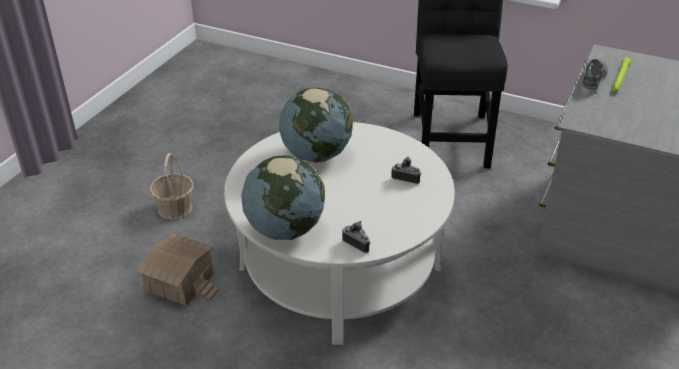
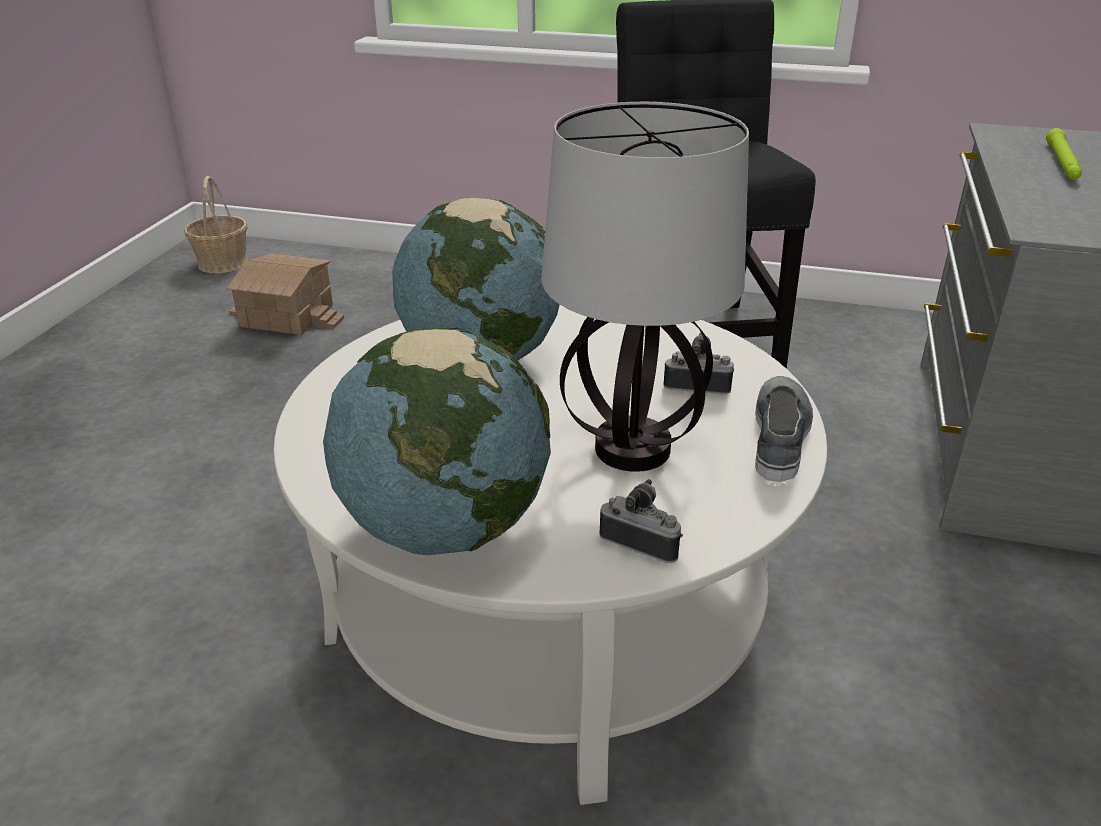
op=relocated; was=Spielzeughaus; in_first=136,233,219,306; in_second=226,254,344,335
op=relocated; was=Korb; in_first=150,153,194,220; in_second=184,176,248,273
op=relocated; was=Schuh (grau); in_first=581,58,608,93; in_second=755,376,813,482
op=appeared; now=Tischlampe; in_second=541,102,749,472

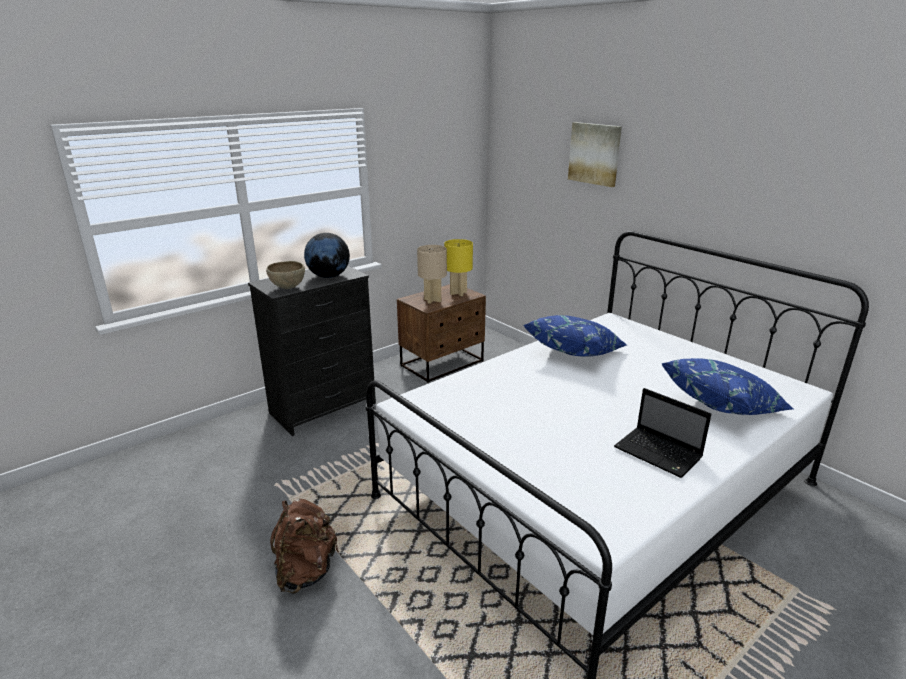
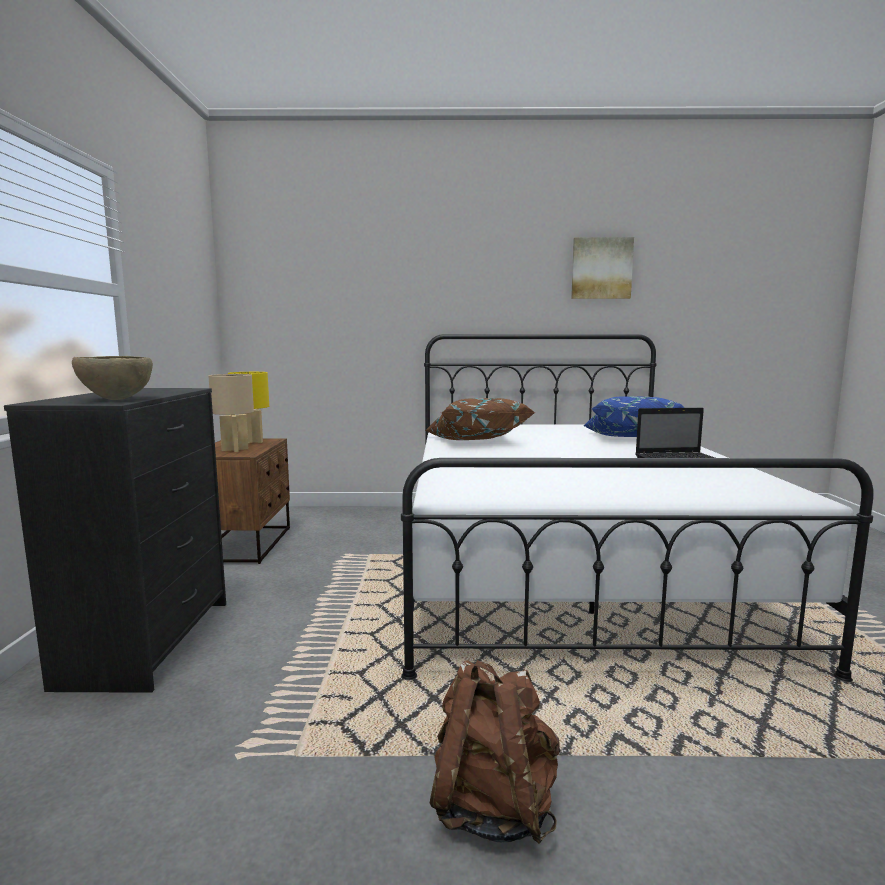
op=missing; was=Globus; in_first=304,233,350,278
op=colour; was=Kissen (blau); now=Kissen (braun); in_first=524,315,627,357; in_second=425,398,536,440
op=relocated; was=Bild; in_first=568,122,622,187; in_second=571,237,634,299

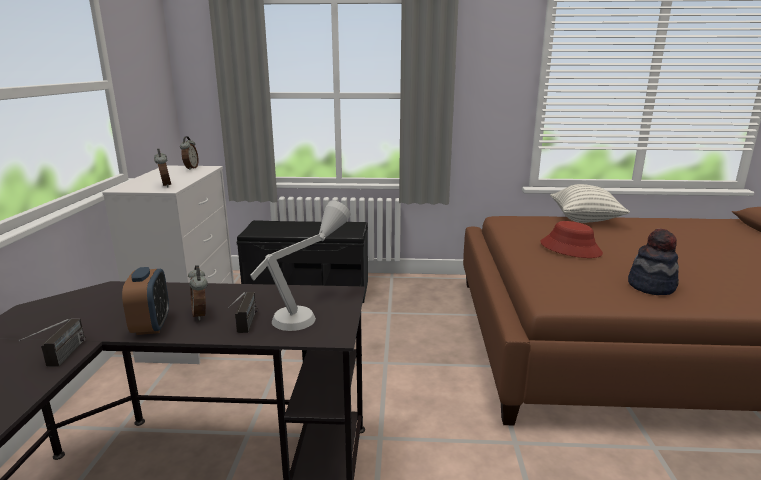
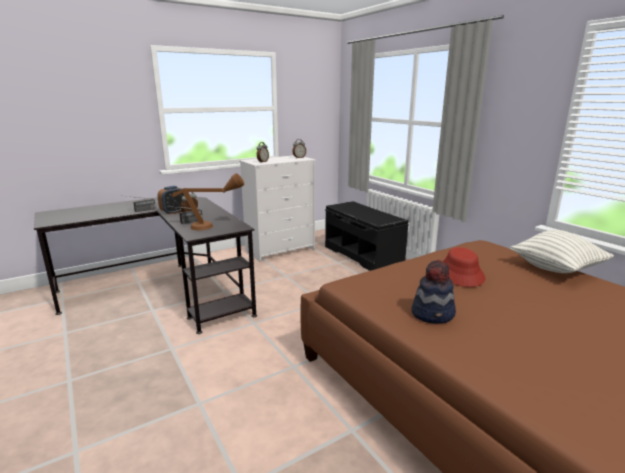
op=colour; was=Tischlampe (grau); now=Tischlampe (braun); in_first=250,200,351,331; in_second=172,173,244,230

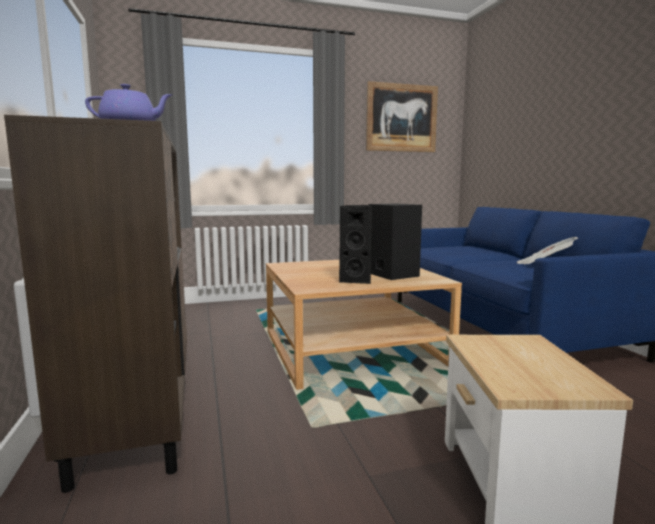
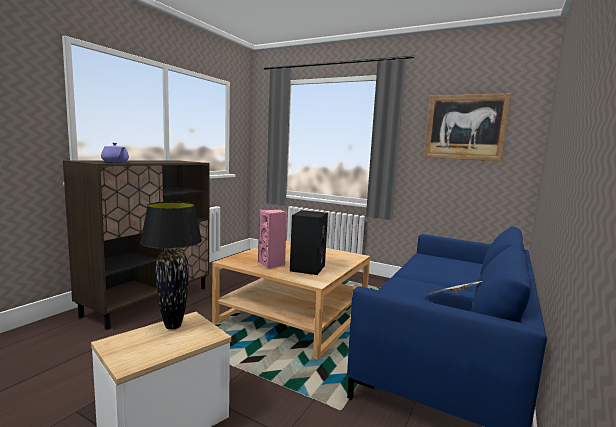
op=colour; was=Lautsprecher (schwarz); now=Lautsprecher (rosa); in_first=339,205,372,284; in_second=258,209,287,269
op=appeared; now=Tischlampe (schwarz); in_second=140,202,202,330

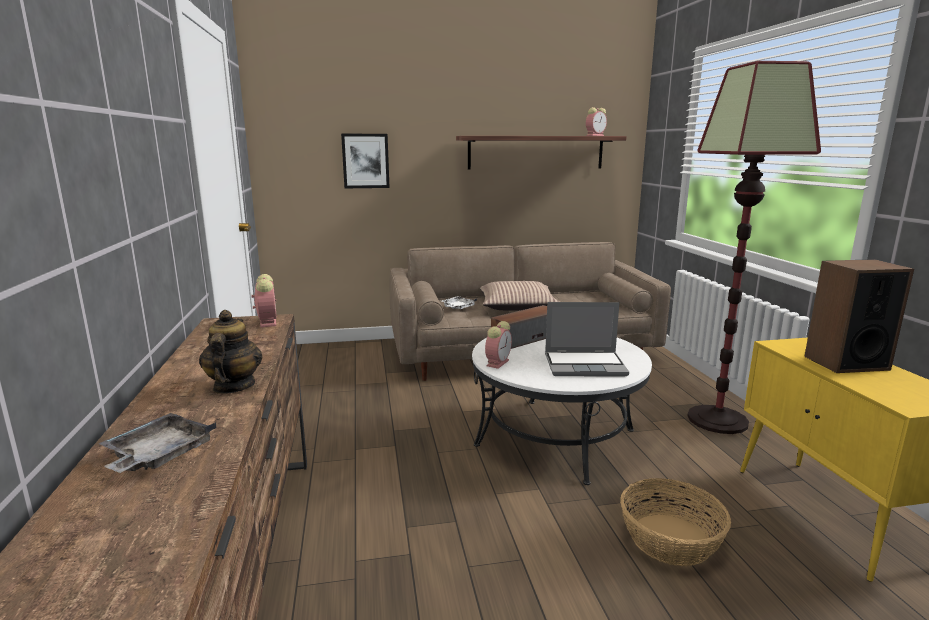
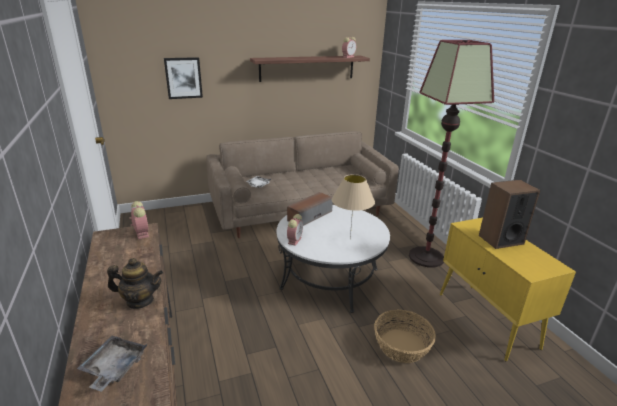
op=spun; was=Teekanne; in_first=199,310,263,394; in_second=107,258,163,309; clockwise=105
op=missing; was=Kissen; in_first=480,281,559,310
op=exchanged; was=Laptop; now=Tischlampe (beige); in_first=545,302,629,376; in_second=332,174,375,239

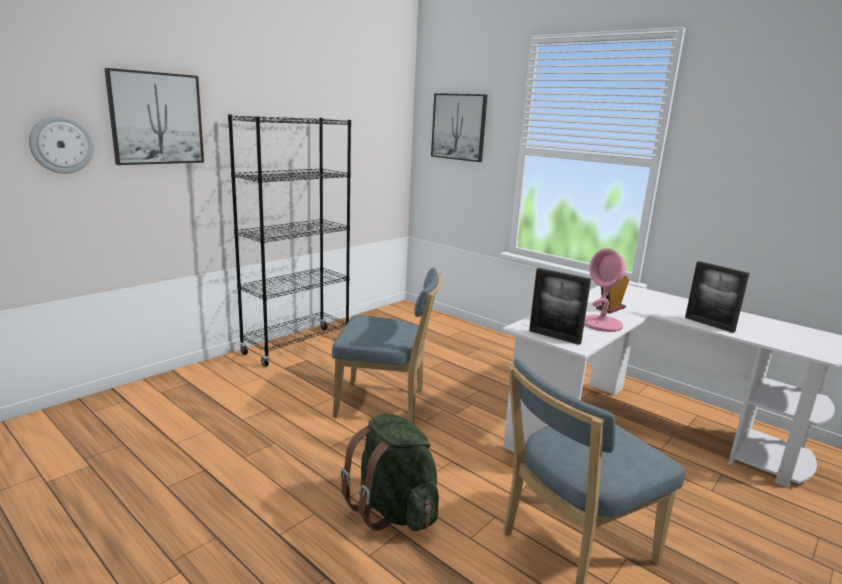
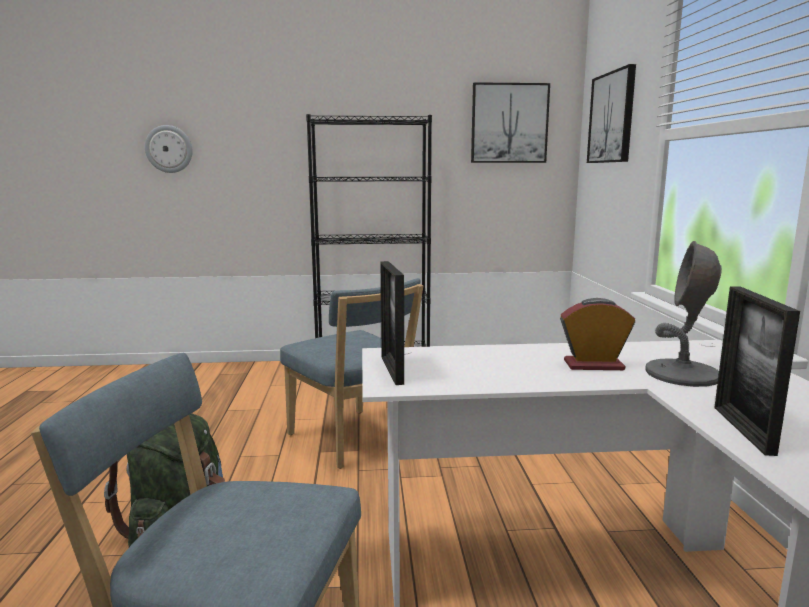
op=relocated; was=Bild; in_first=104,68,204,165; in_second=471,82,550,163
op=missing; was=Tischlampe (rosa); in_first=584,248,626,332
op=appeared; now=Tischlampe (grau); in_second=646,241,722,387

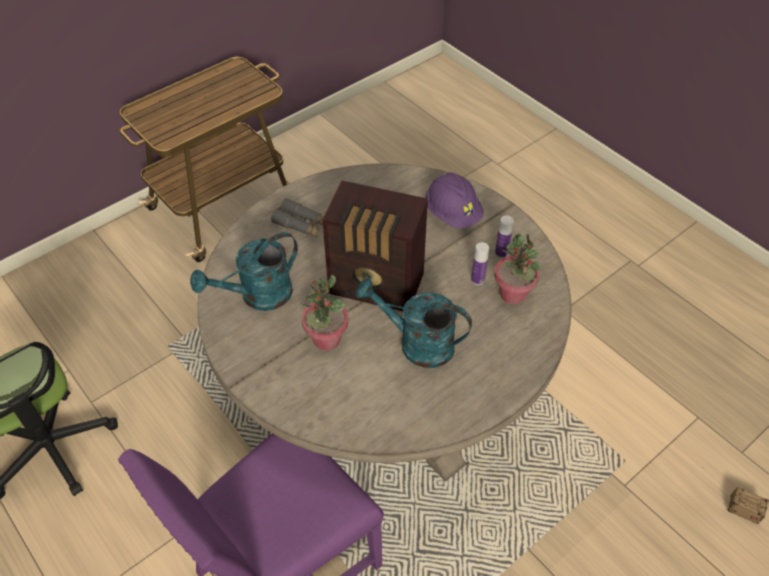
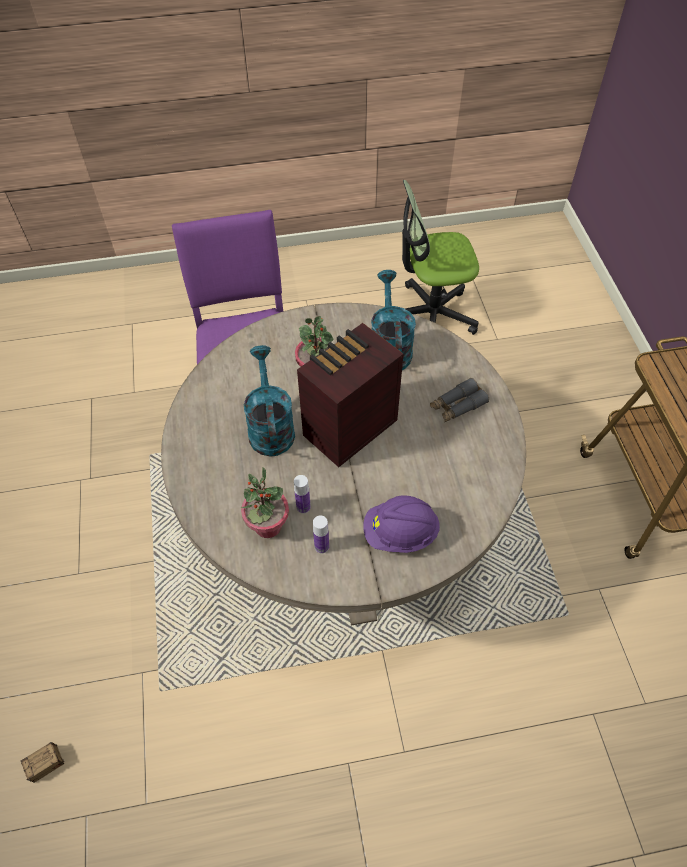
op=spun; was=Gießkanne (türkis); in_first=355,278,472,368; in_second=244,345,295,456; clockwise=-60

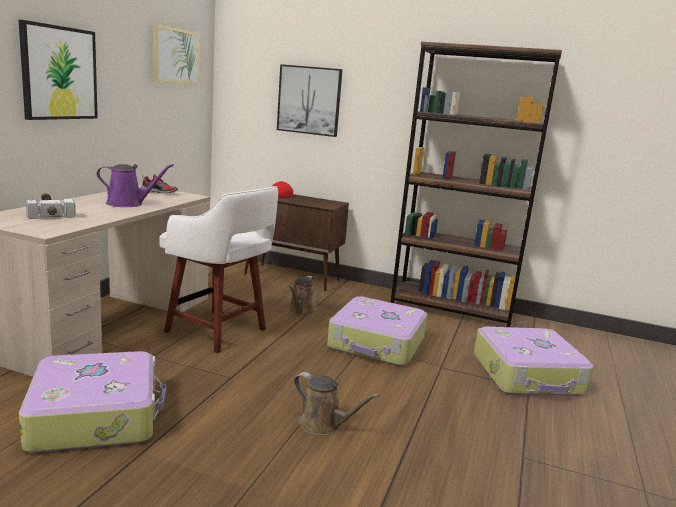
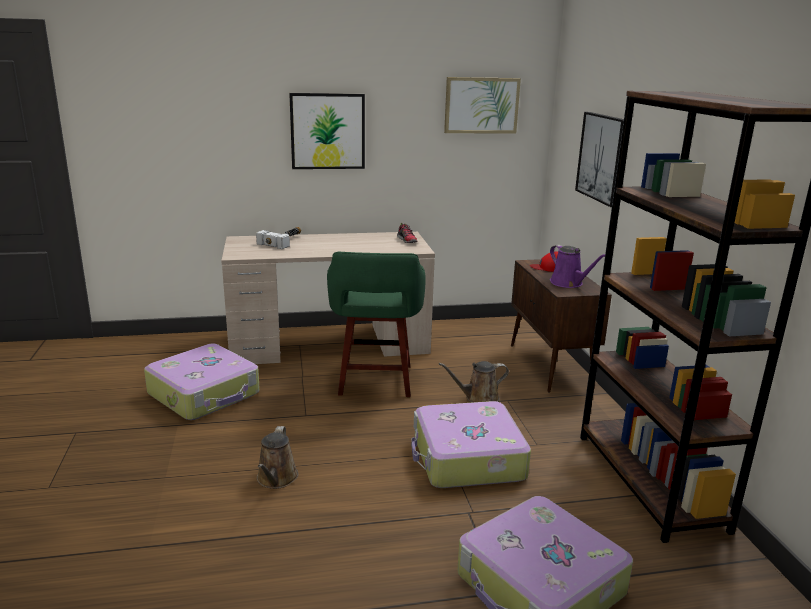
op=relocated; was=Gießkanne (lila); in_first=96,164,174,207; in_second=550,245,605,288
op=colour; was=Hocker (weiß); now=Hocker (grün); in_first=159,186,278,353; in_second=327,252,426,397

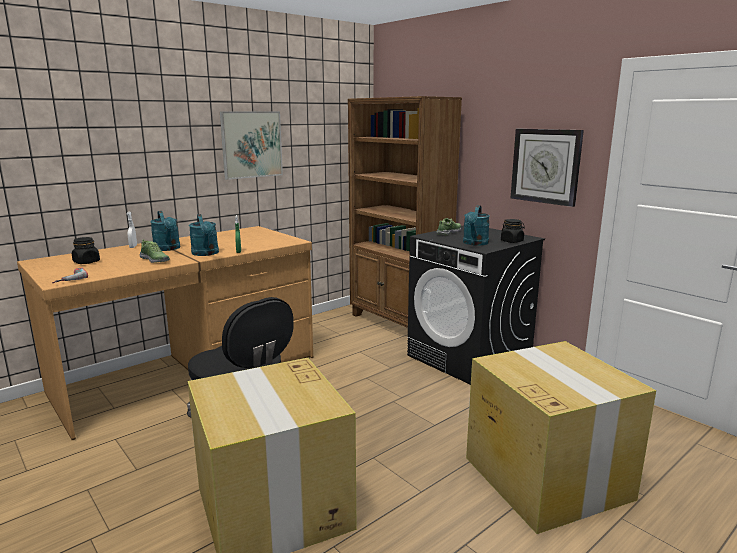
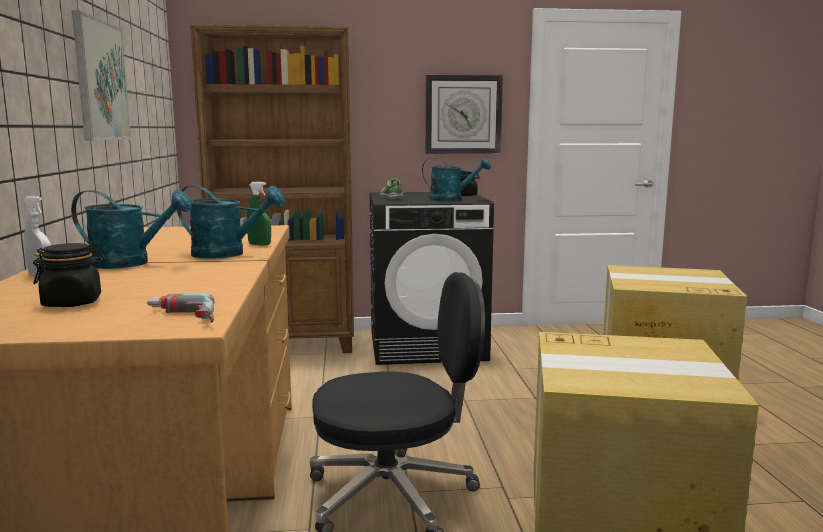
op=missing; was=Schuh; in_first=139,239,170,263
op=spun; was=Gießkanne (türkis); in_first=463,205,490,245; in_second=422,157,491,201; clockwise=-45

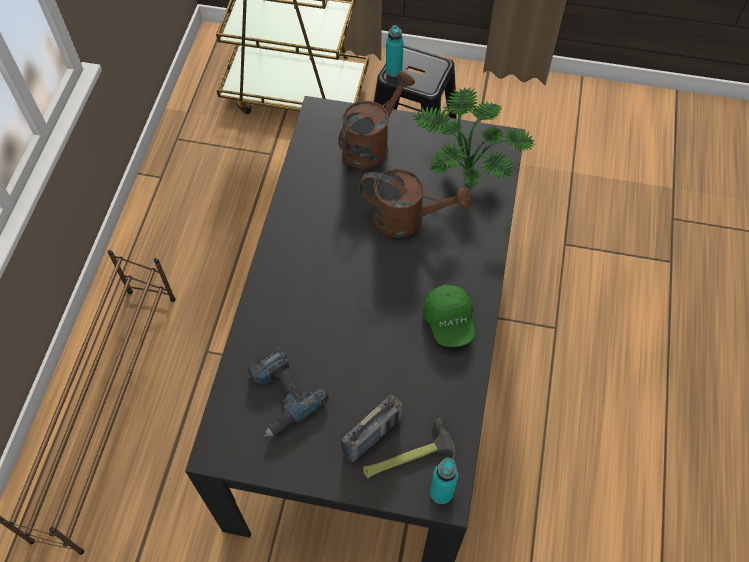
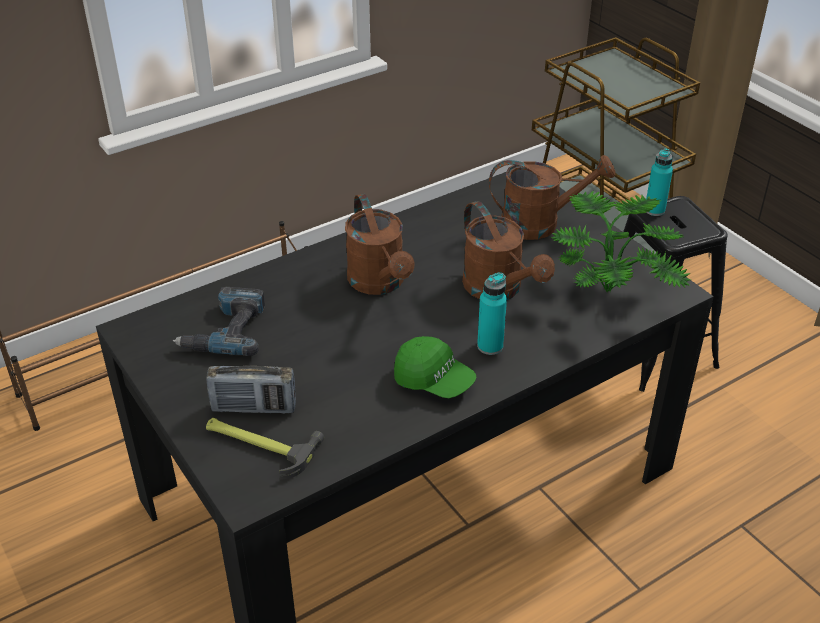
op=spun; was=Kappe (grün); in_first=423,285,475,347; in_second=394,336,476,398; clockwise=-90
op=relocated; was=Flasche (türkis); in_first=430,457,458,504; in_second=477,273,507,355
op=appeared; now=Gießkanne (braun); in_second=345,194,415,295

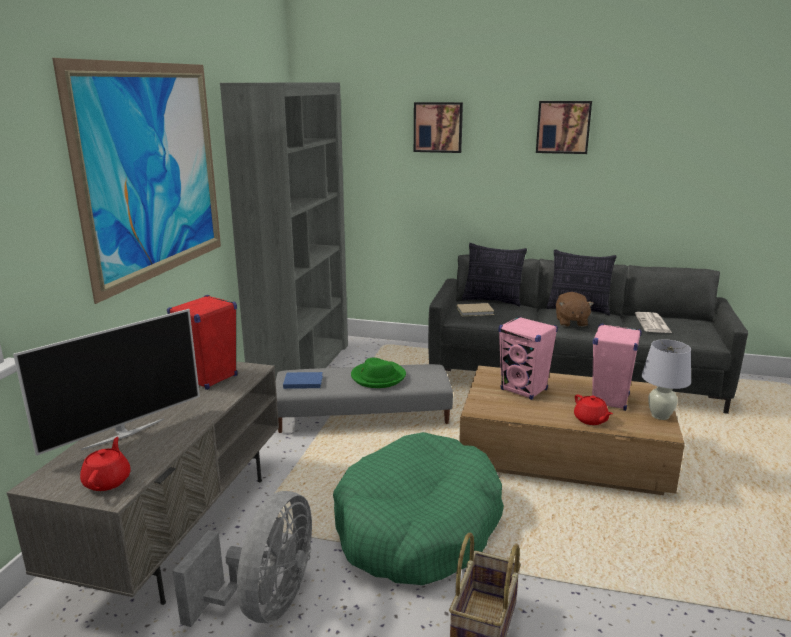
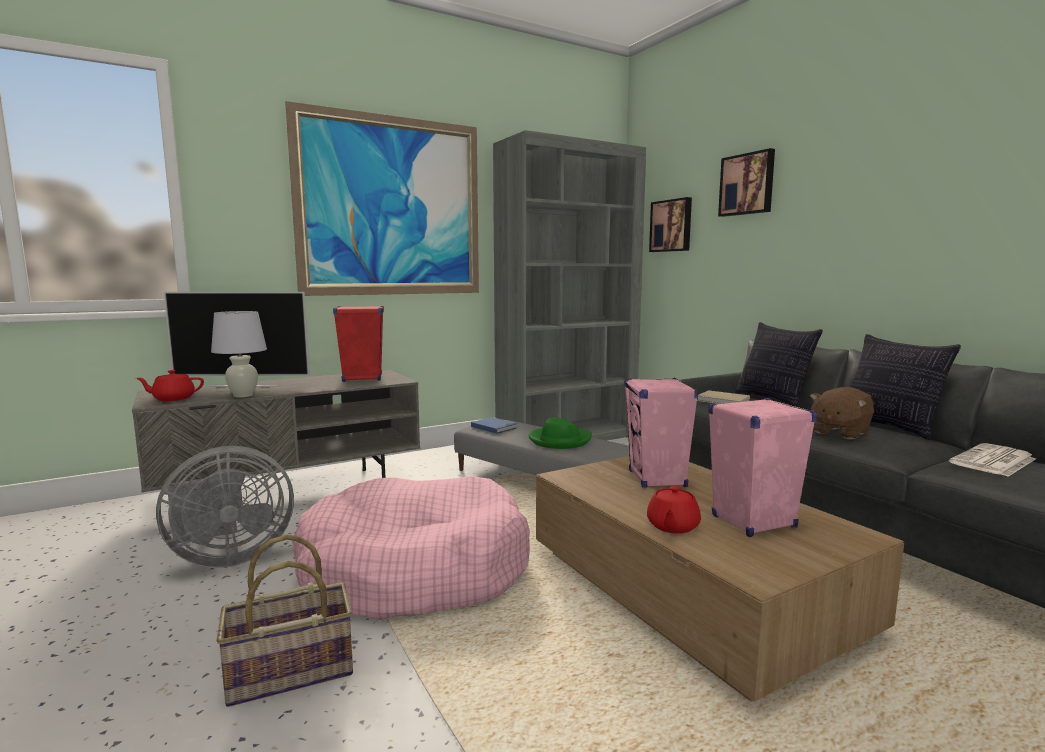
op=spun; was=Teekanne (rot); in_first=80,437,131,491; in_second=136,370,204,401; clockwise=-150
op=colour; was=Hundebett (grün); now=Hundebett (rosa); in_first=333,432,504,585; in_second=292,476,530,620
op=relocated; was=Bild; in_first=536,101,592,154; in_second=649,197,692,252
op=relocated; was=Tischlampe (weiß); in_first=642,340,691,420; in_second=211,311,267,397

